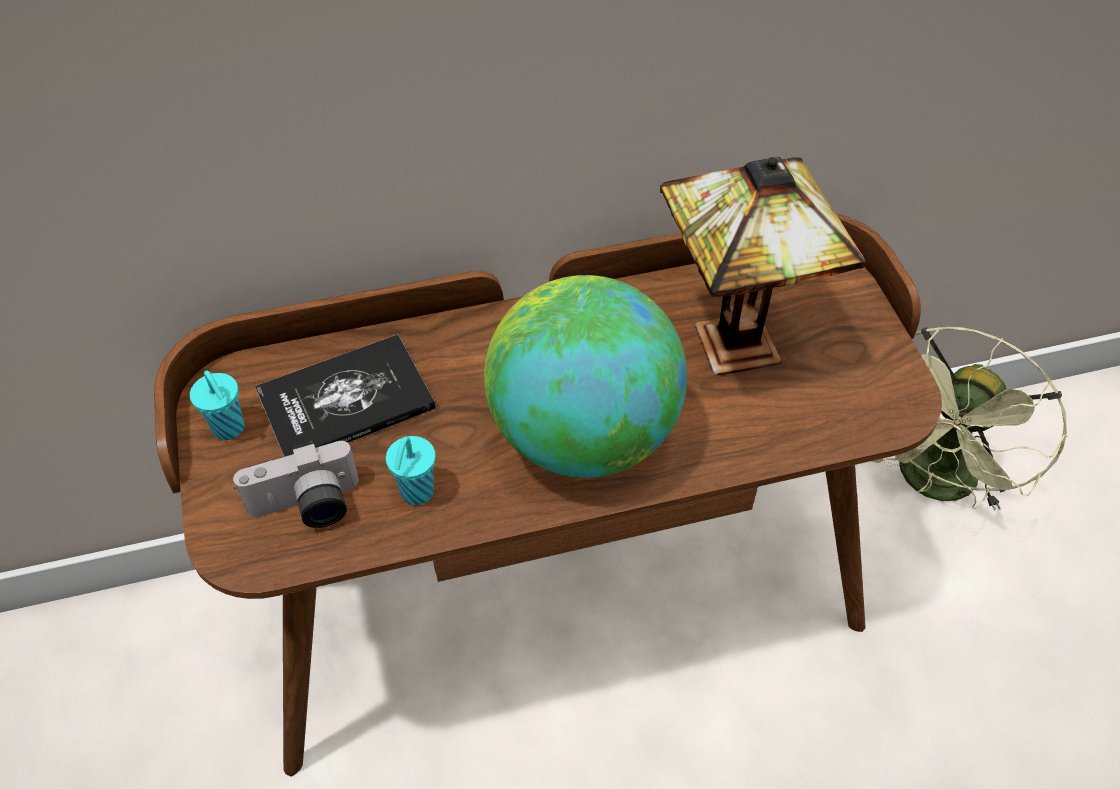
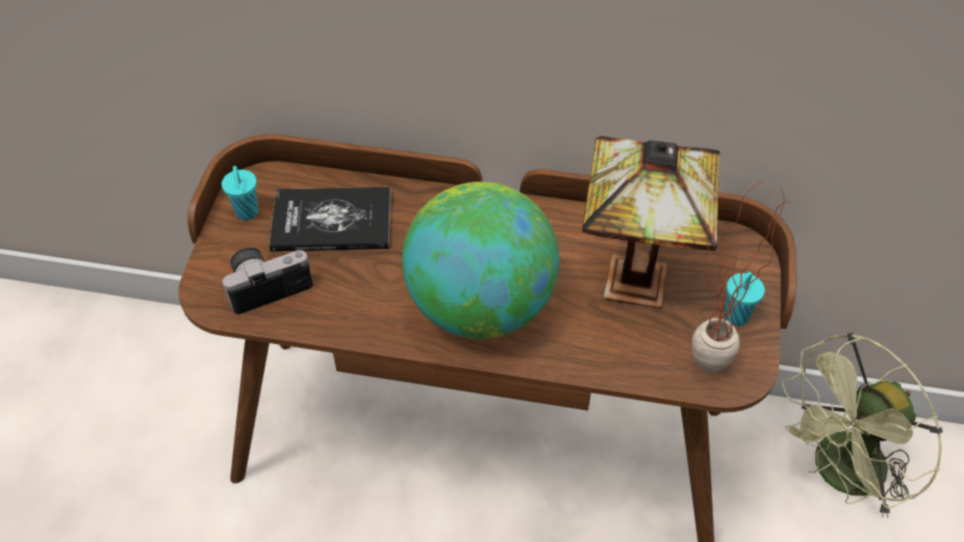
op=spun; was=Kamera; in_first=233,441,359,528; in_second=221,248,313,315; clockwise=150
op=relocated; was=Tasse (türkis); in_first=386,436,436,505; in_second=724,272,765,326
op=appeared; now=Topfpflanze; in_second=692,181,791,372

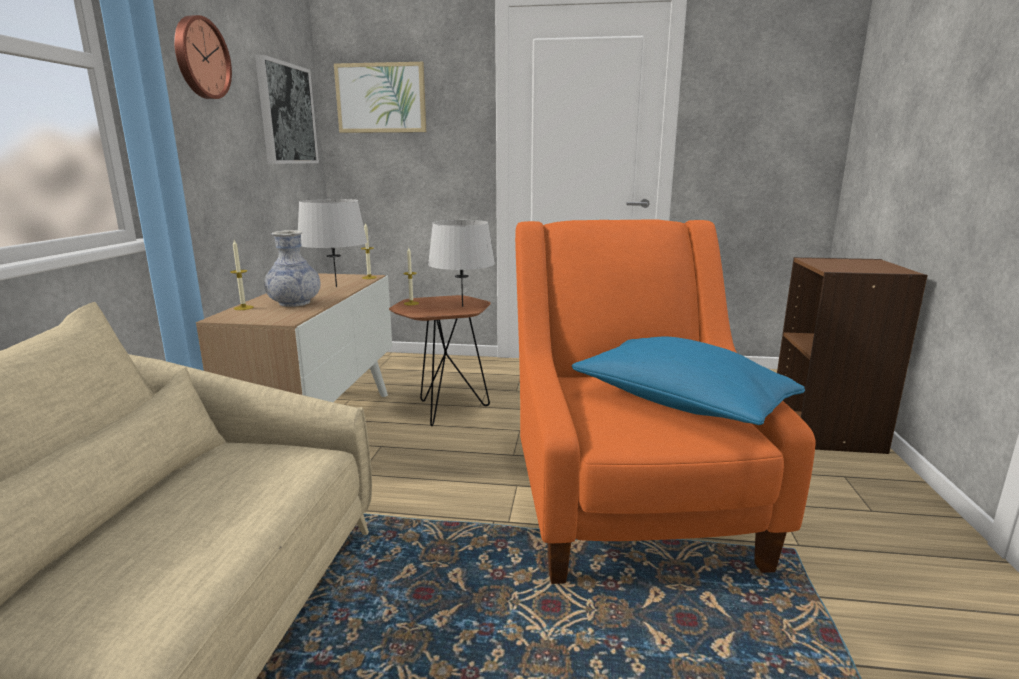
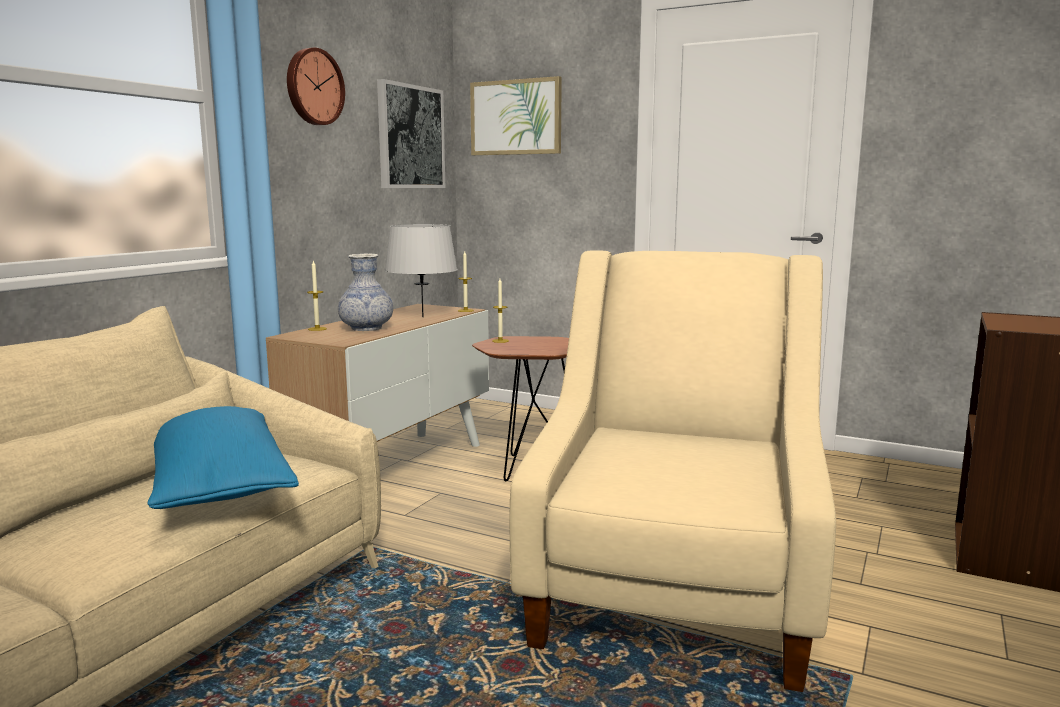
op=missing; was=Tischlampe (grau); in_first=428,220,495,307
op=colour; was=Sessel (orange); now=Sessel (beige); in_first=515,219,816,584; in_second=510,250,836,692
op=relocated; was=Kissen (blau); in_first=572,336,805,425; in_second=148,406,299,509

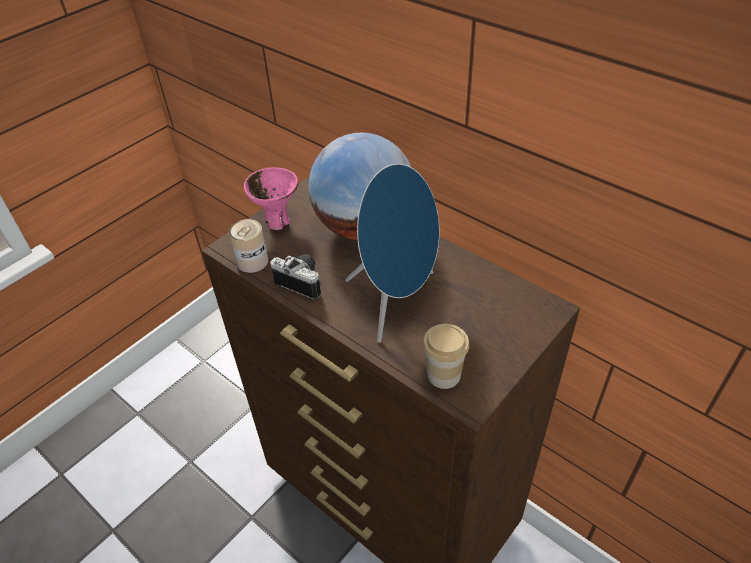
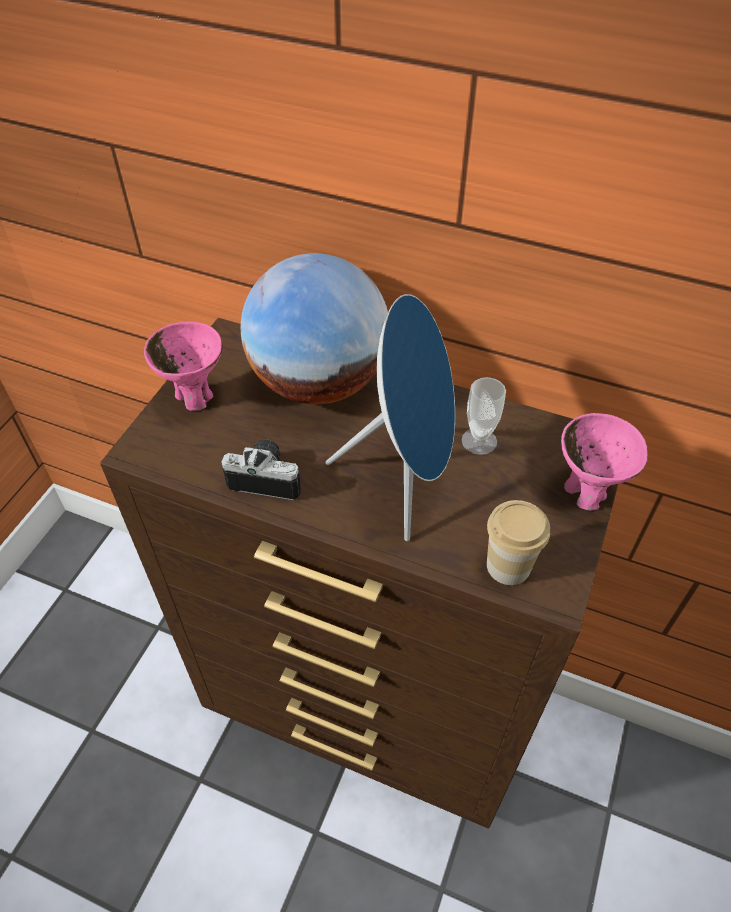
op=missing; was=Dose; in_first=229,219,268,273
op=appeared; now=Tasse; in_second=462,377,506,455
op=appeared; now=Schüssel (rosa); in_second=561,413,648,511

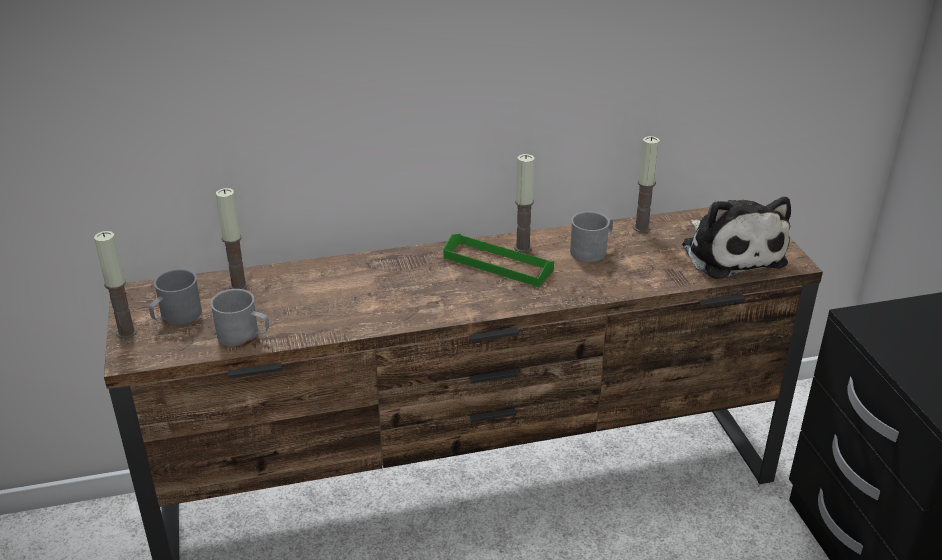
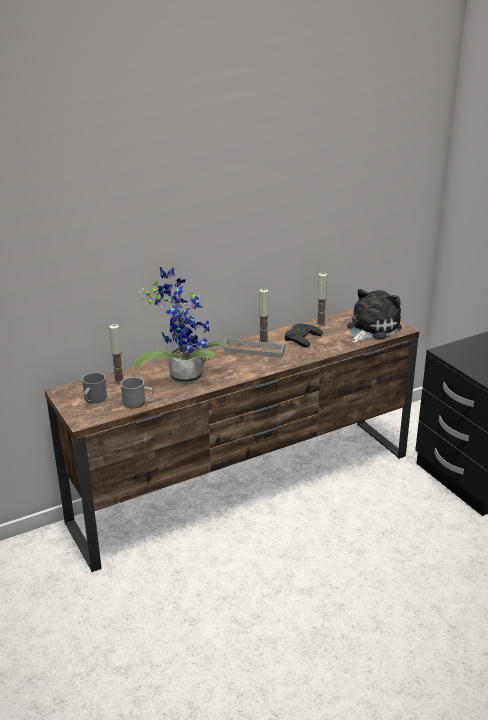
op=missing; was=Kerze; in_first=94,231,137,339
op=colour; was=Tablett (grün); now=Tablett (grau); in_first=443,234,554,287; in_second=224,338,285,358
op=exchanged; was=Henkelbecher (grau); now=Gamepad (schwarz); in_first=570,211,613,262; in_second=285,323,323,348
op=spun; was=Plüschtier; in_first=682,197,791,279; in_second=347,289,402,343; clockwise=-105
op=appeared; now=Topfpflanze; in_second=133,267,230,384

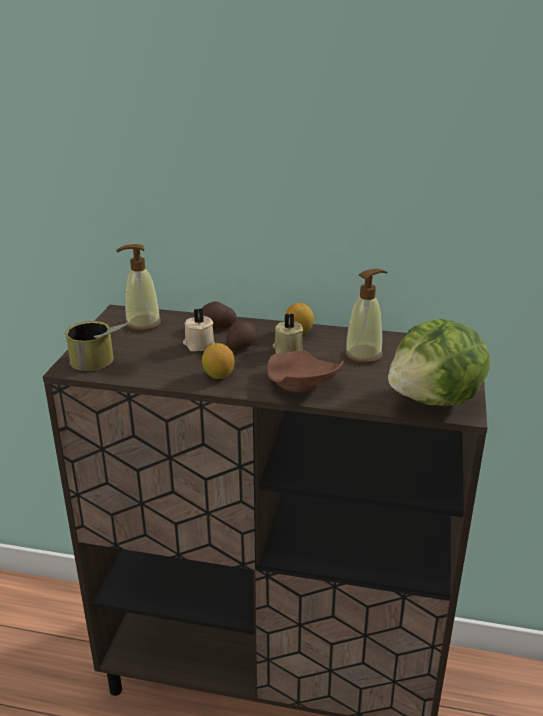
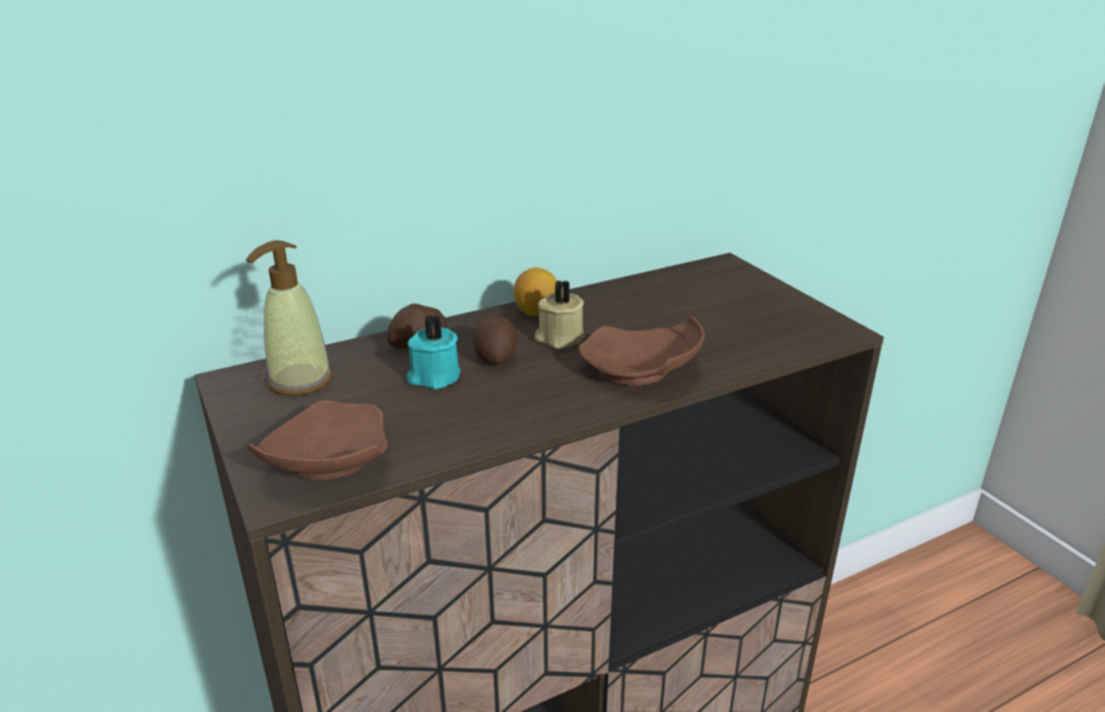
op=exchanged; was=Dose; now=Teller (braun); in_first=65,321,131,371; in_second=248,400,388,480
op=colour; was=Kerze (beige); now=Kerze (türkis); in_first=183,308,215,351; in_second=407,315,460,390
op=missing; was=Zitrone; in_first=202,343,234,379
op=missing; was=Seifenspender; in_first=345,269,387,363
op=missing; was=Salatkopf; in_first=388,319,490,406

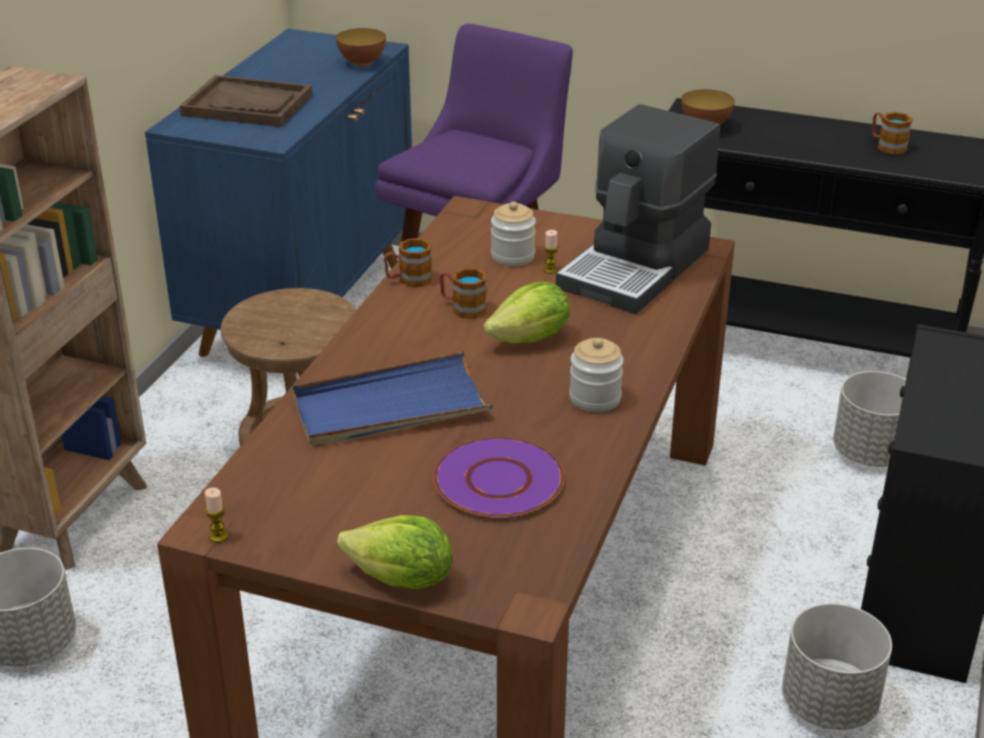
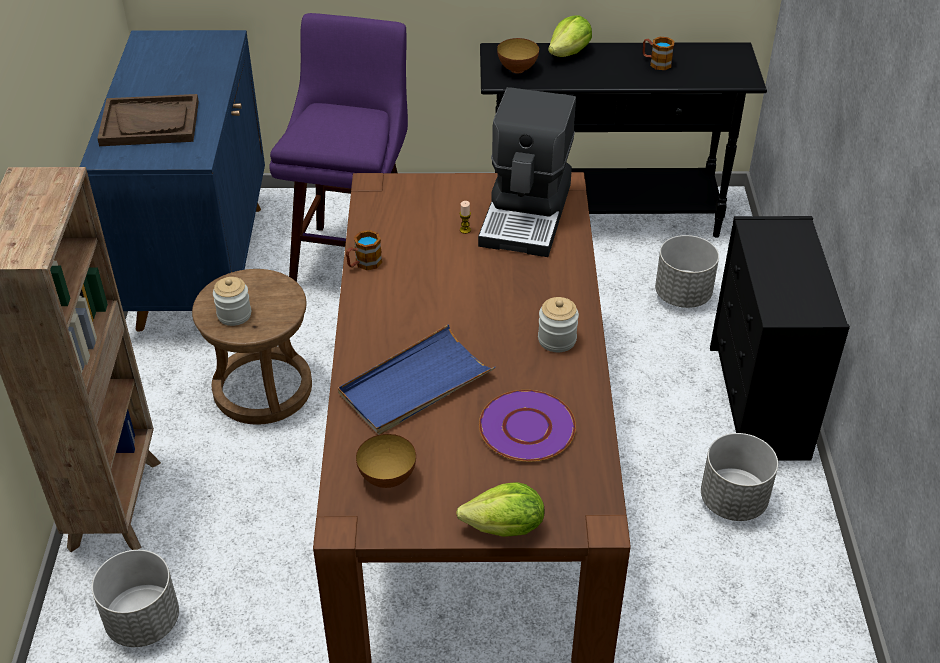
op=missing; was=Kerze; in_first=205,488,228,542
op=relocated; was=Schüssel; in_first=336,28,386,67; in_second=356,434,416,488
op=missing; was=Henkelbecher; in_first=440,268,487,319
op=relocated; was=Salatkopf; in_first=483,282,570,343; in_second=548,15,592,57
op=relocated; was=Vorratsglas; in_first=491,202,536,266; in_second=213,277,251,326

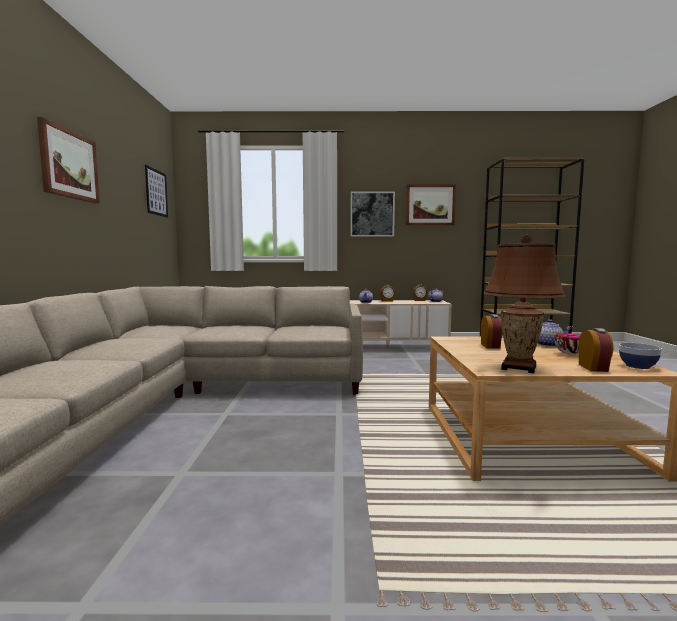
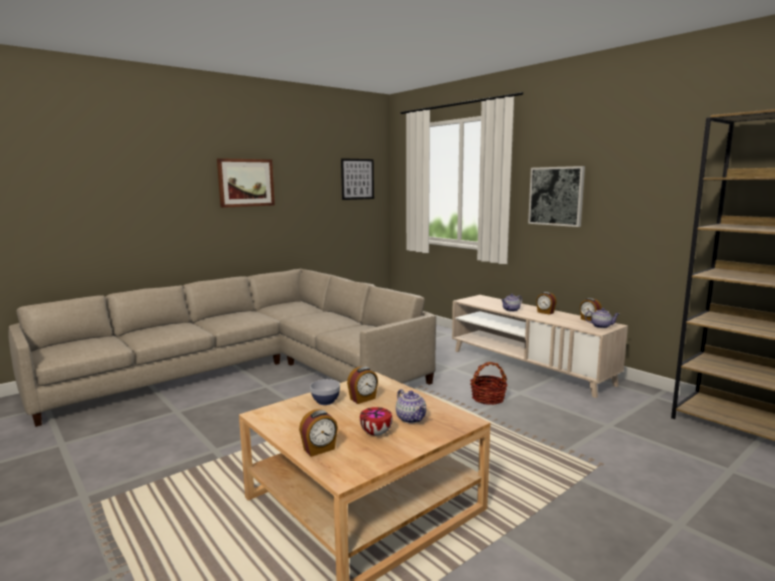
op=missing; was=Bild; in_first=406,185,456,226
op=missing; was=Tischlampe (braun); in_first=483,234,566,374
op=relocated; was=Schüssel; in_first=619,343,662,369; in_second=310,379,340,405
op=appeared; now=Korb; in_second=470,362,508,405

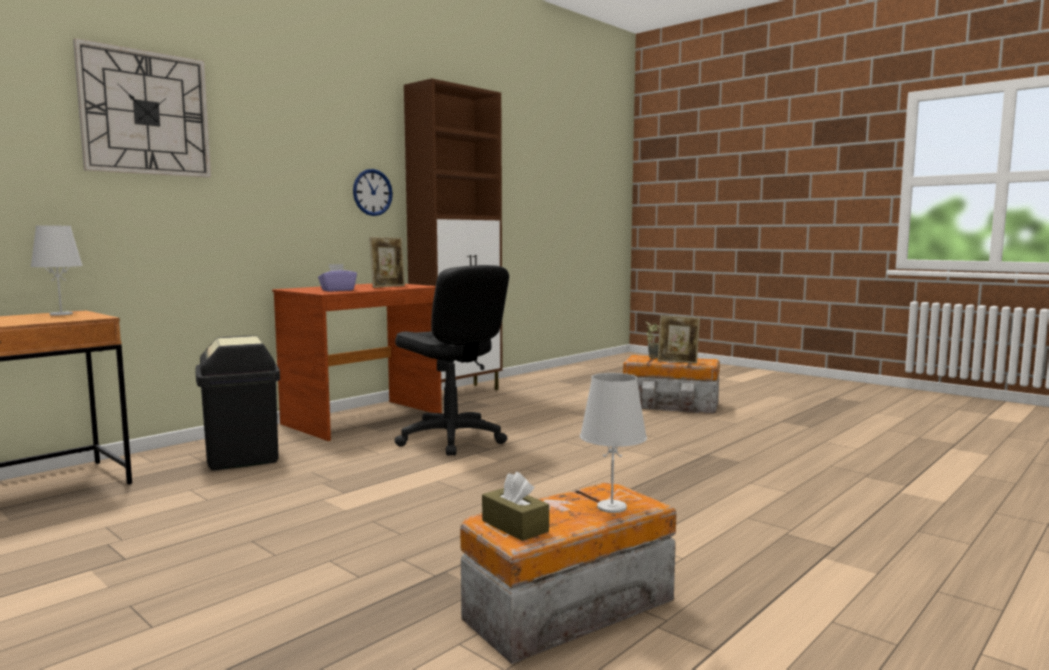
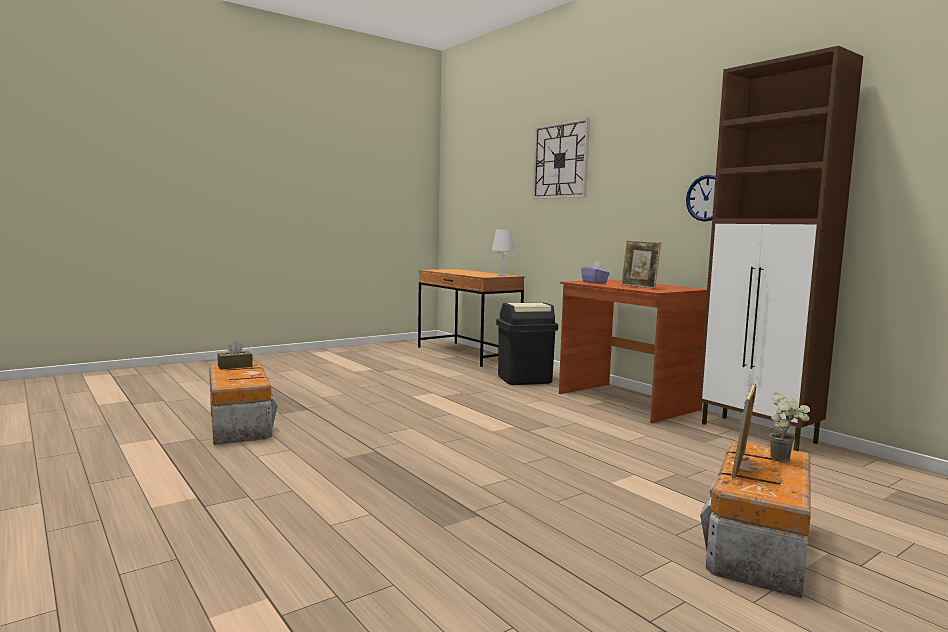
op=missing; was=Bürostuhl (schwarz); in_first=394,265,509,456
op=missing; was=Tischlampe (weiß); in_first=580,373,647,513

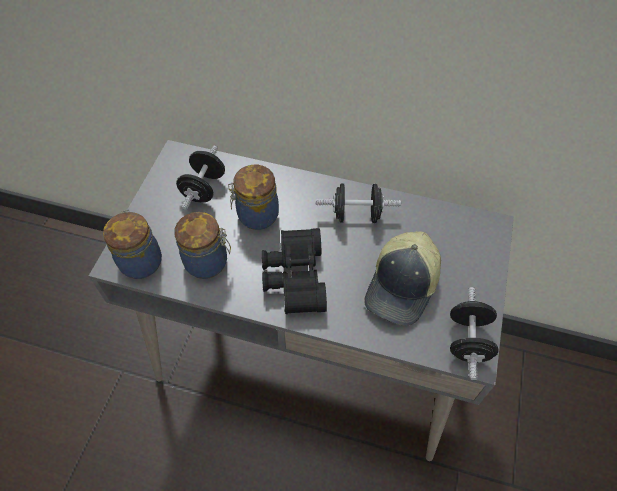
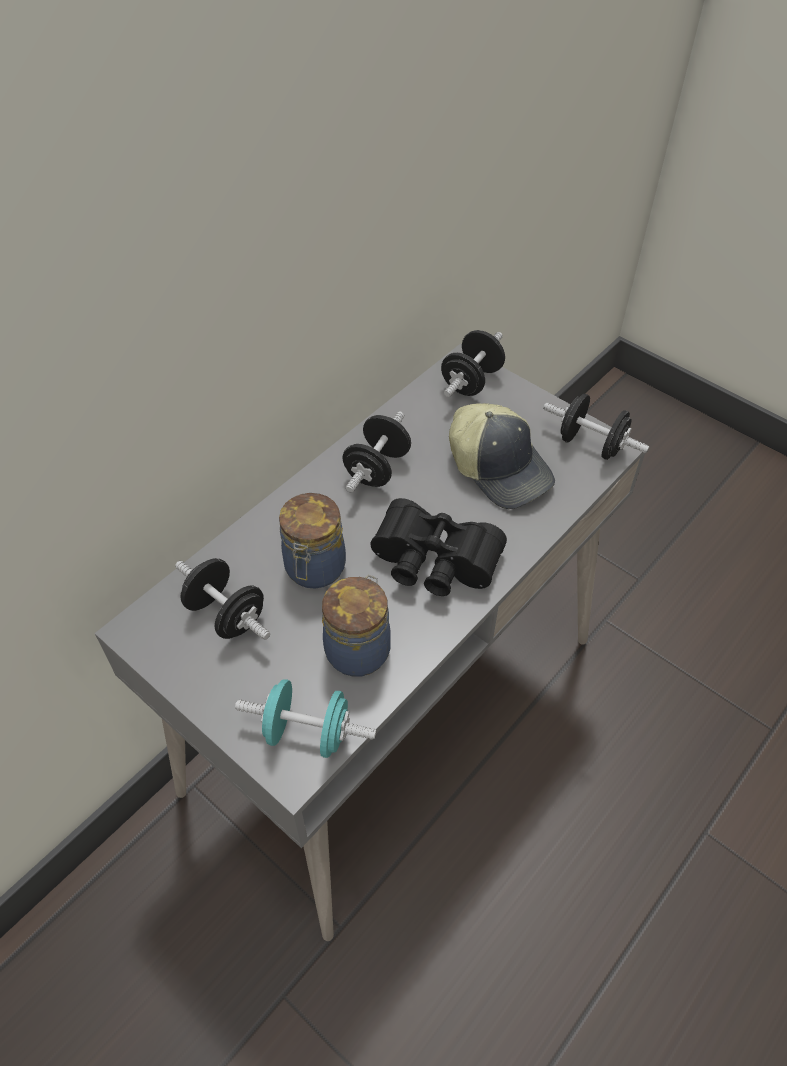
op=exchanged; was=Vorratsglas; now=Hantel (türkis); in_first=103,210,162,279; in_second=235,679,376,758
op=appeared; now=Hantel (schwarz); in_second=441,330,505,397

